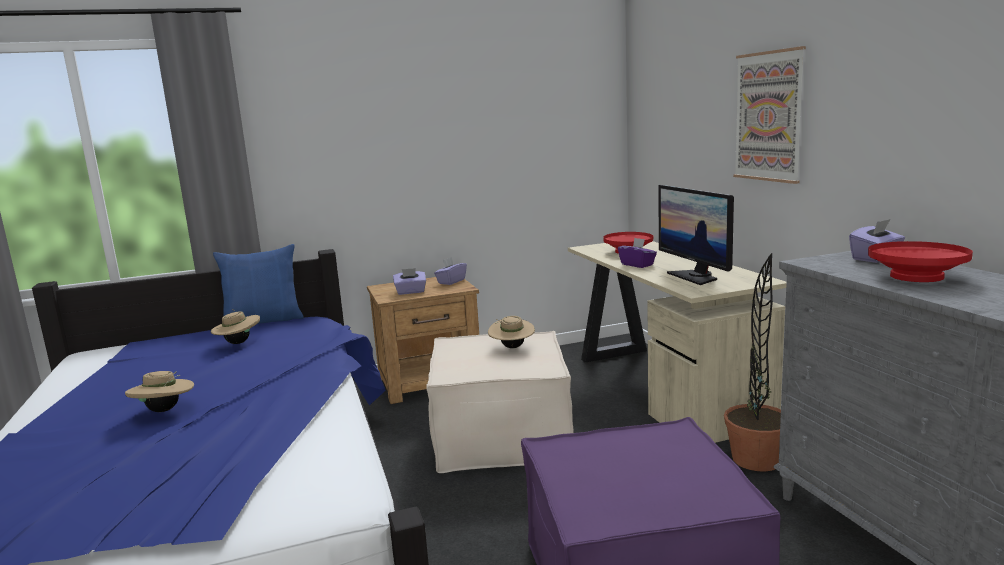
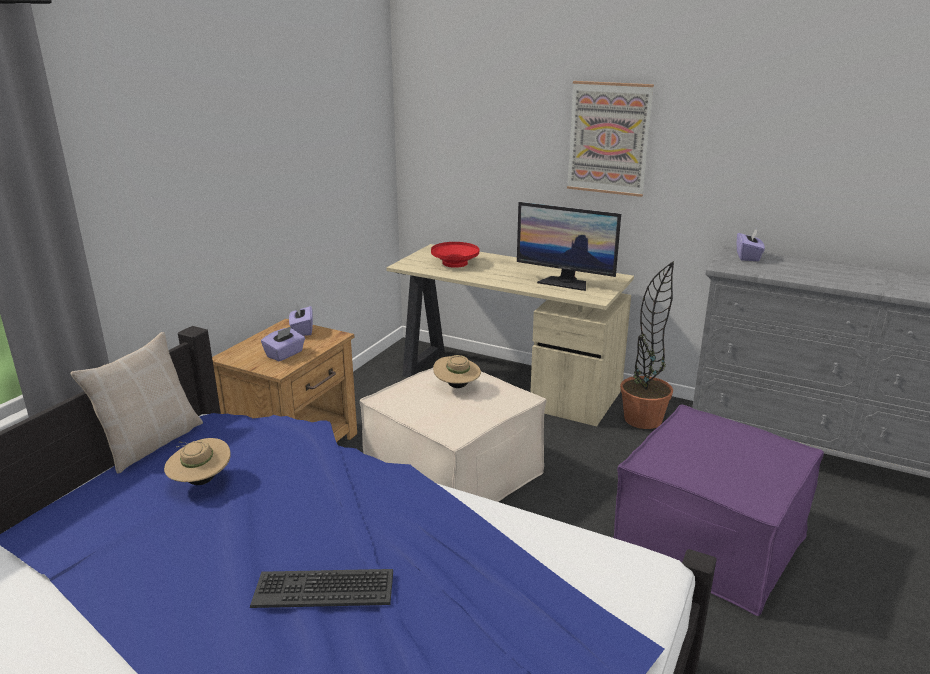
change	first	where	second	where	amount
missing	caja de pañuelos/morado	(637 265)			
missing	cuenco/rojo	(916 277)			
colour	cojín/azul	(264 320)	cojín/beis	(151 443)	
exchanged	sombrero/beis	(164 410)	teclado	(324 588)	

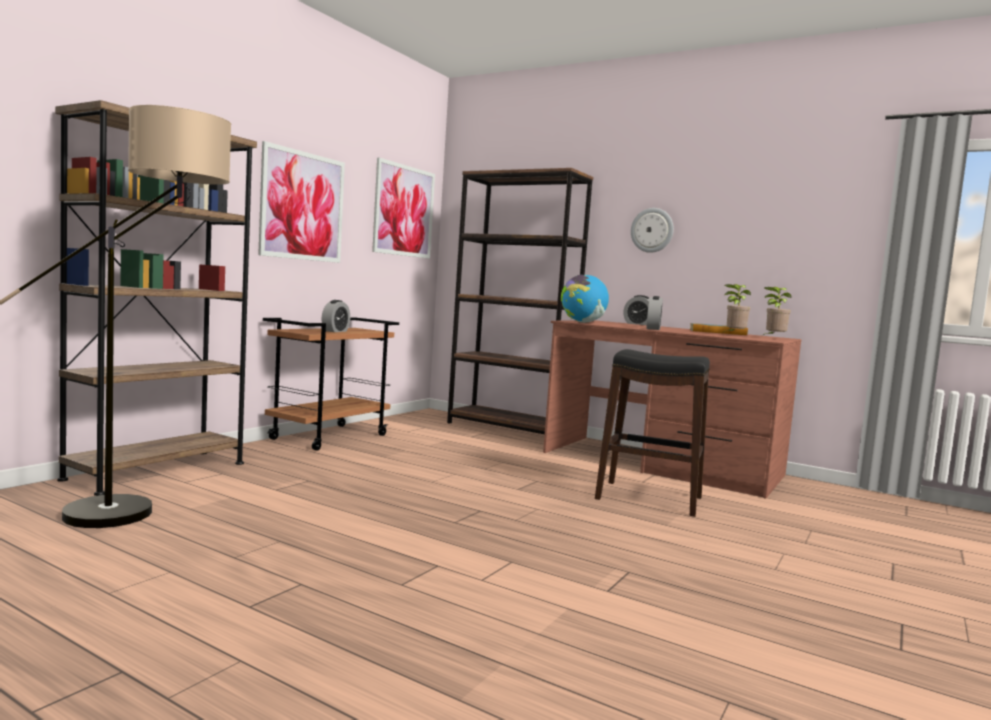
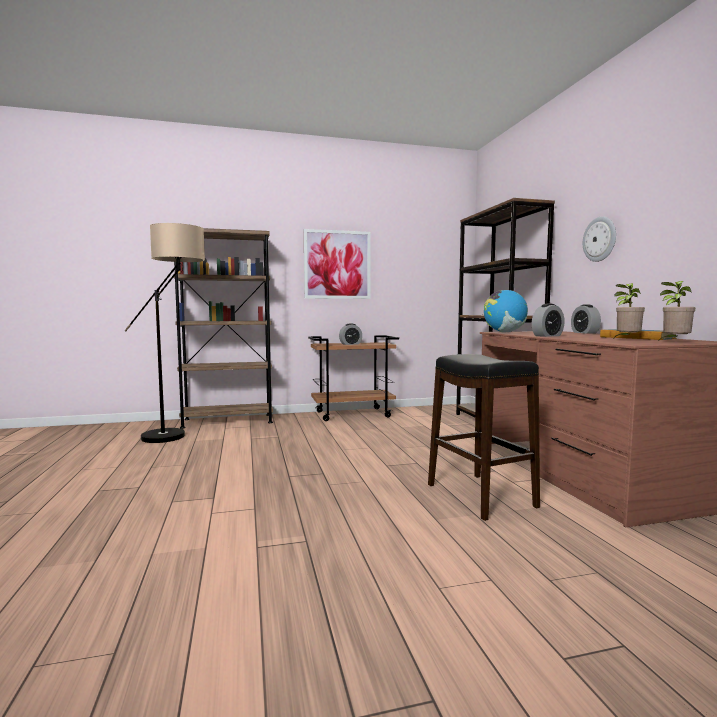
change	first	where	second	where	amount
missing	cuadro	(404 211)			

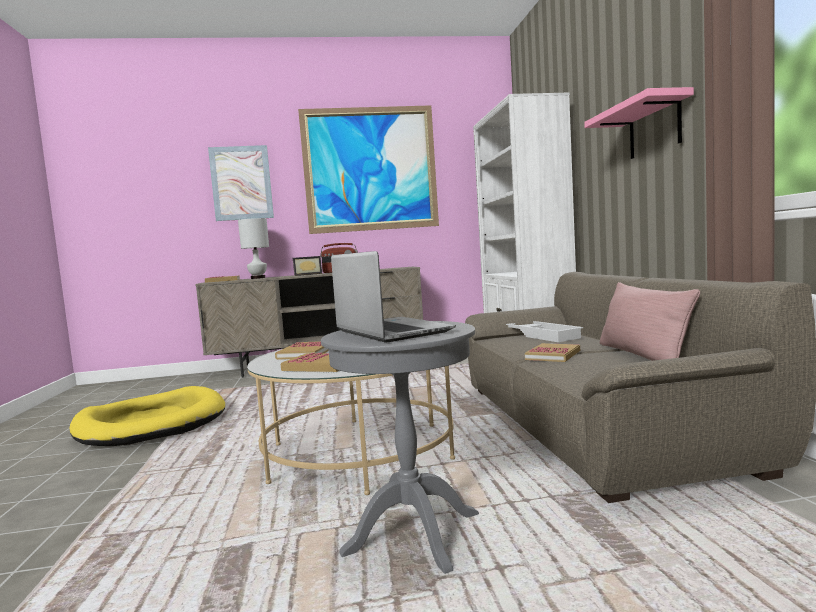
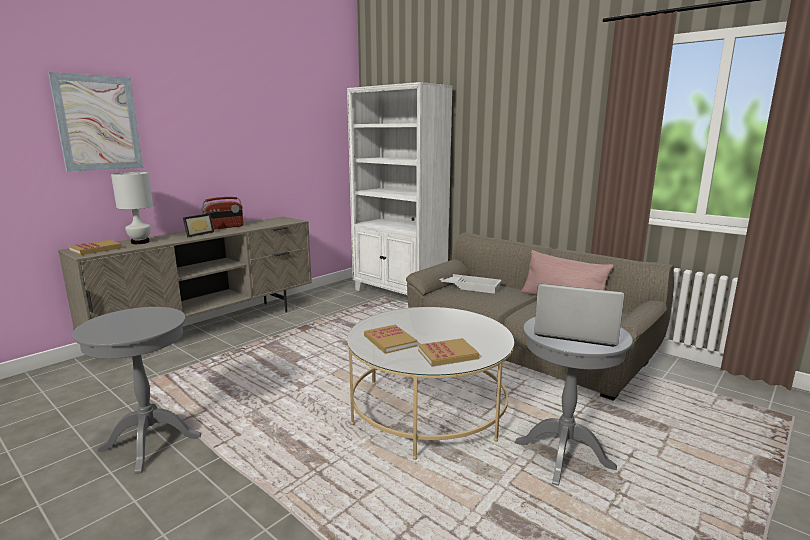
change	first	where	second	where	amount
missing	estante/rosa	(654 128)			
missing	cuadro	(370 169)			
missing	libro	(553 355)			
exchanged	cama para perro/amarillo	(151 423)	mesa auxiliar/gris	(150 443)	

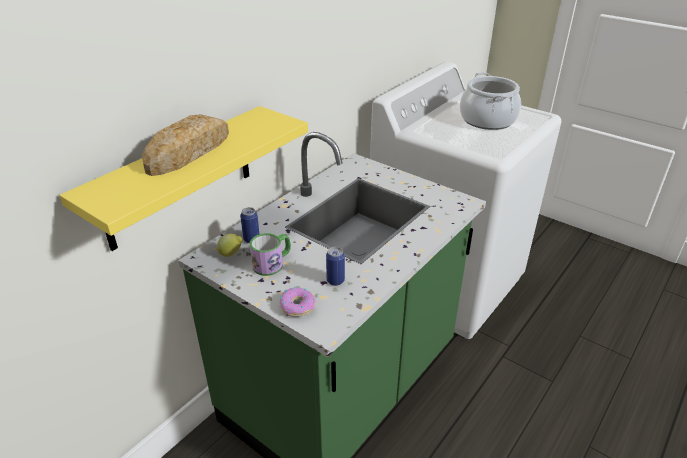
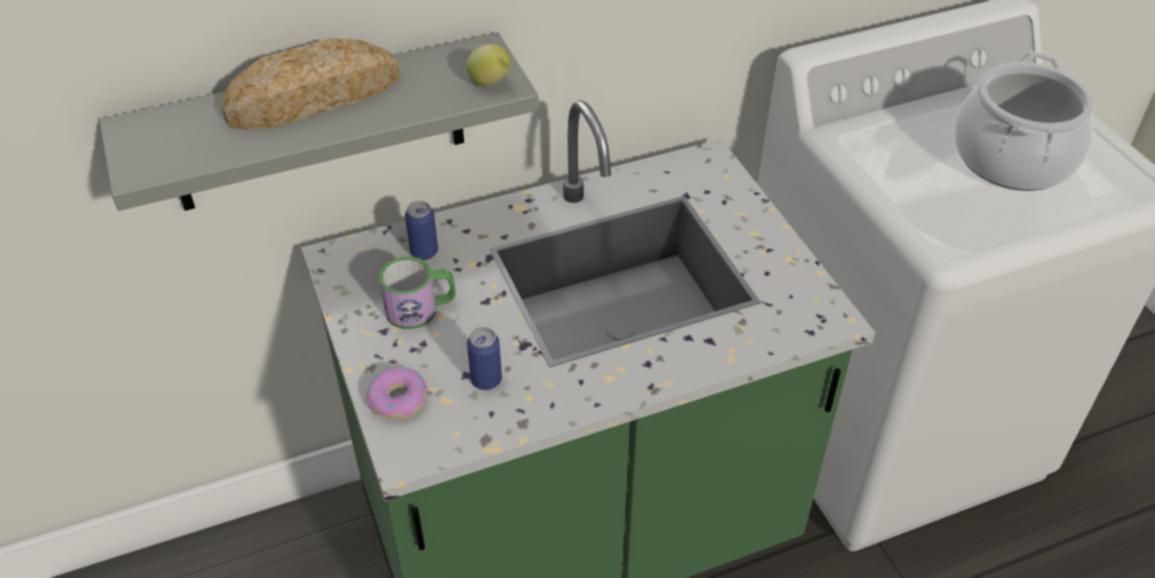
change	first	where	second	where	amount
colour	estante/amarillo	(179 177)	estante/gris	(318 125)	
relocated	limón	(231 254)		(491 83)	

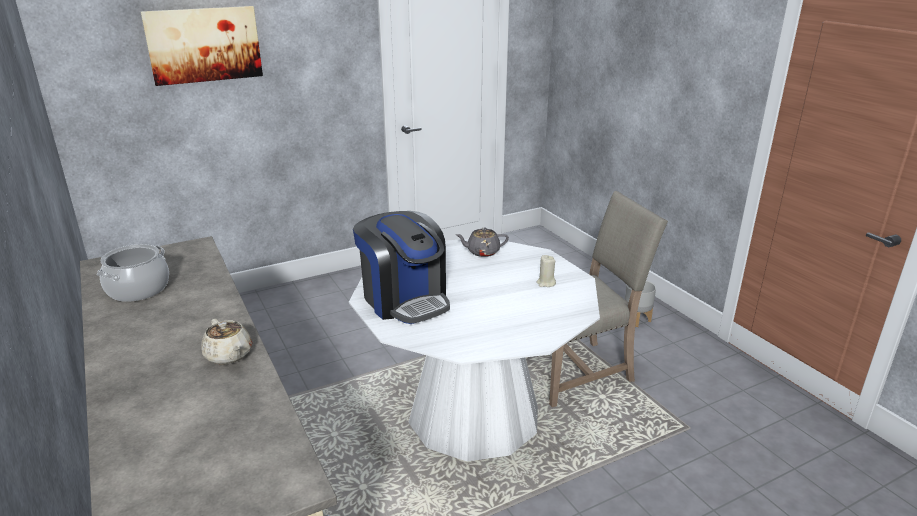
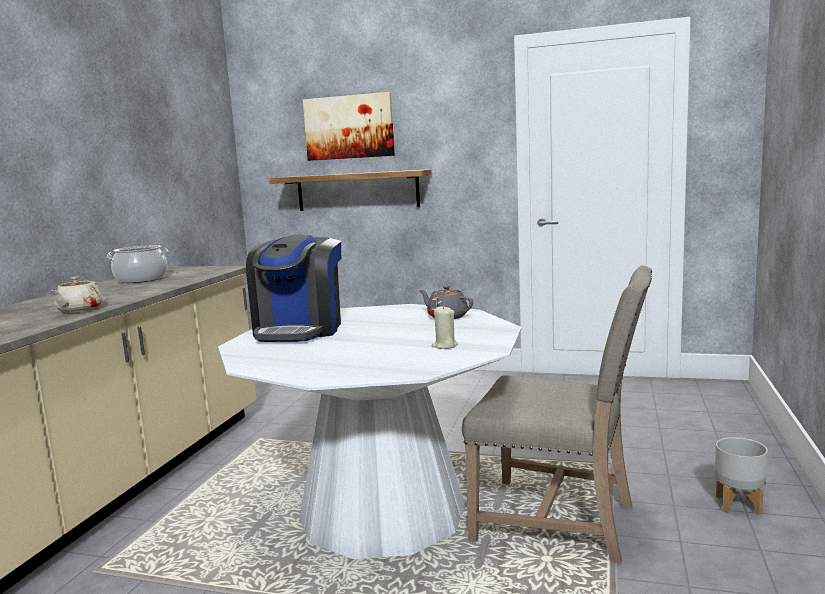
change	first	where	second	where	amount
appeared			estante	(357 191)	

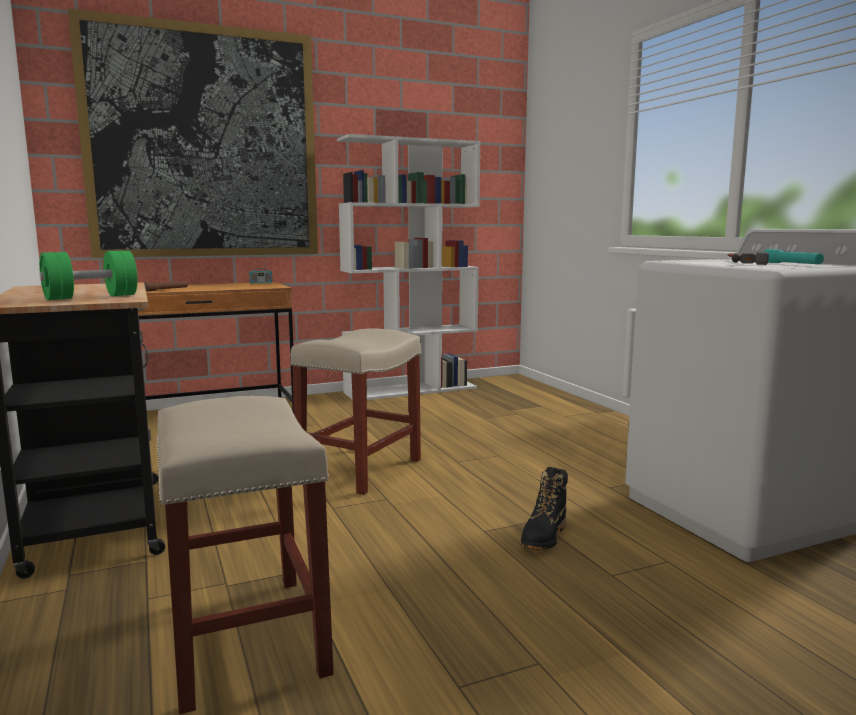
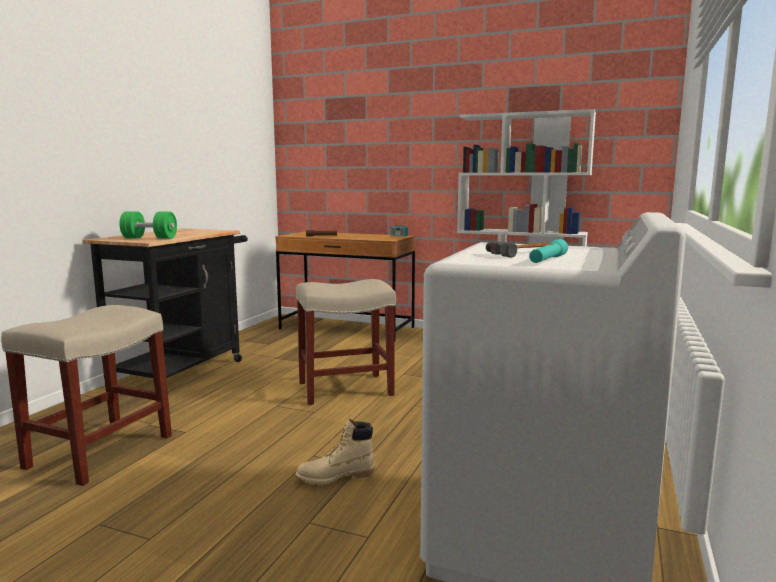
change	first	where	second	where	amount
missing	cuadro	(203 144)			
colour	bota/negro	(544 537)	bota/beis	(336 477)	

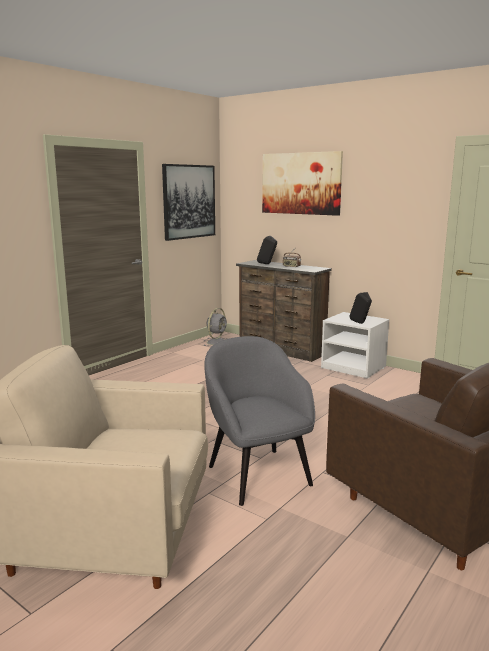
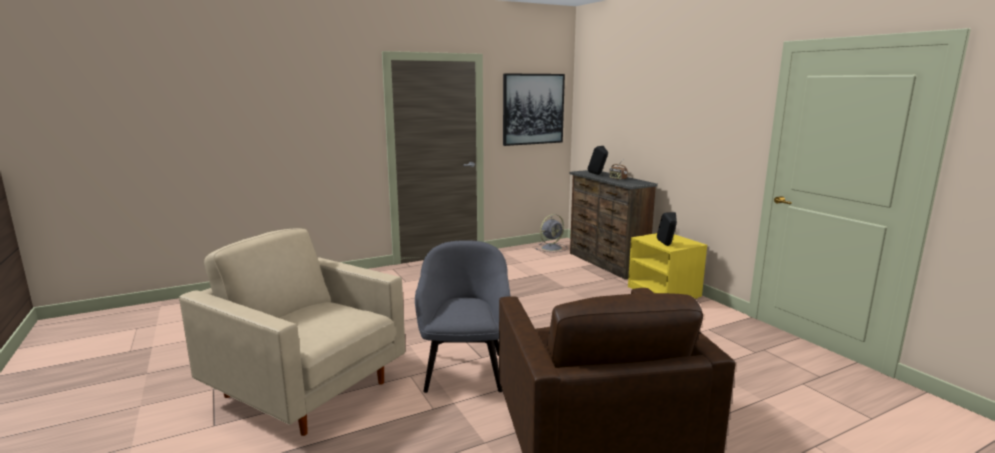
change	first	where	second	where	amount
missing	cuadro	(301 183)			
colour	mesita de noche/blanco	(354 367)	mesita de noche/amarillo	(664 292)	

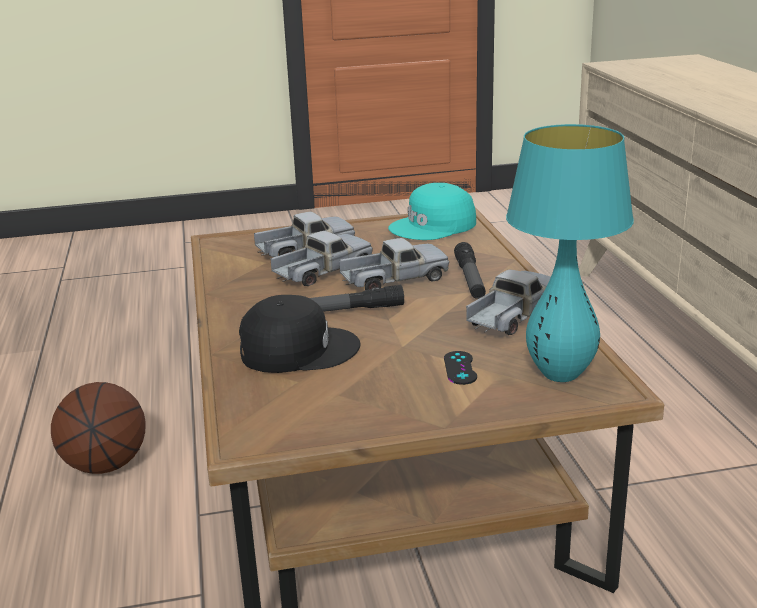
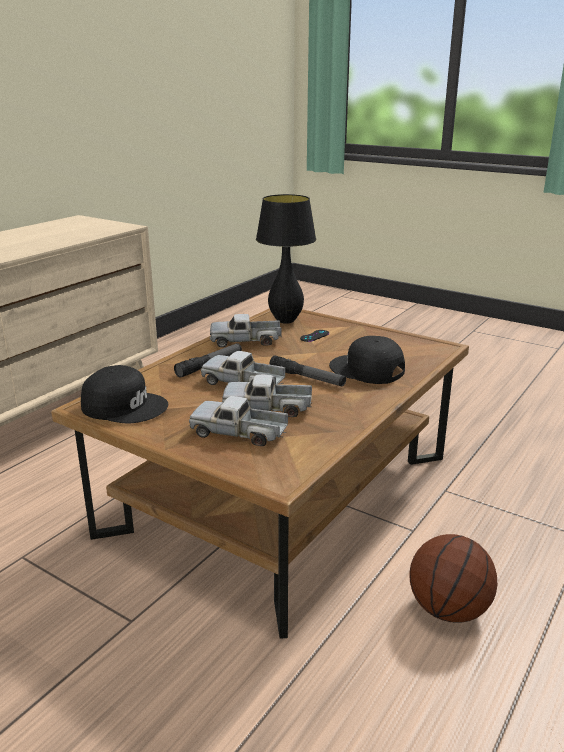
change	first	where	second	where	amount
colour	lámpara de mesa/turquesa	(560 375)	lámpara de mesa/negro	(286 321)	
colour	gorra/turquesa	(434 226)	gorra/negro	(125 406)	

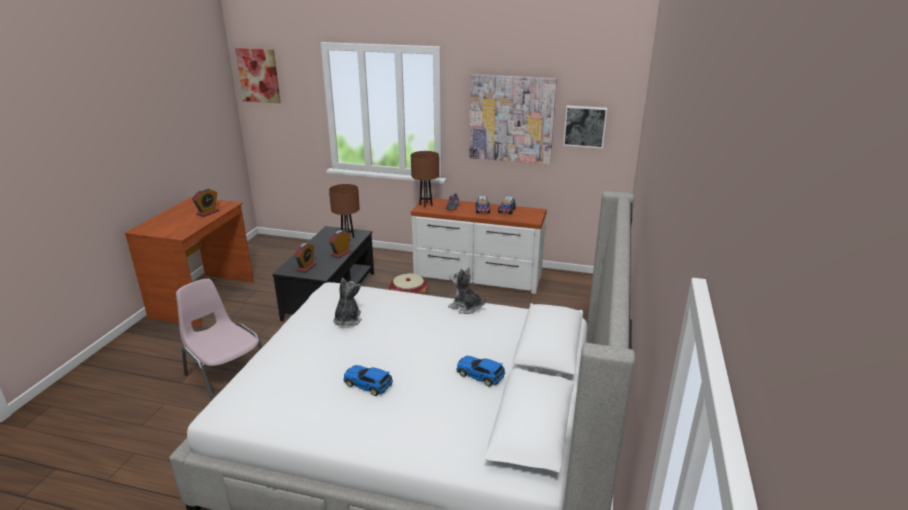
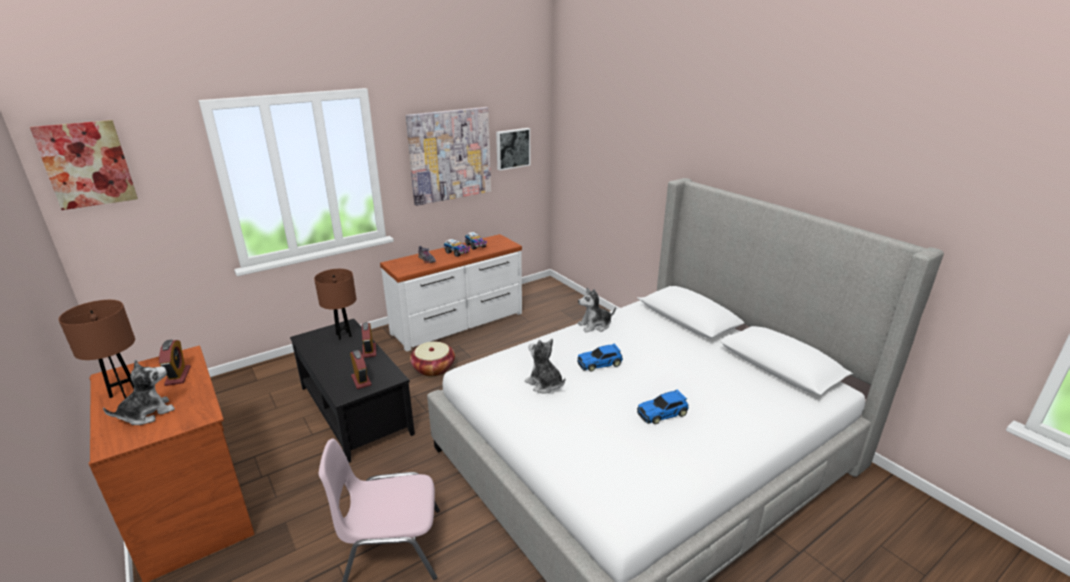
change	first	where	second	where	amount
relocated	lámpara de mesa/marrón	(425 205)		(123 393)	
relocated	coche de juguete	(481 375)		(600 363)	
appeared			peluche	(147 413)	

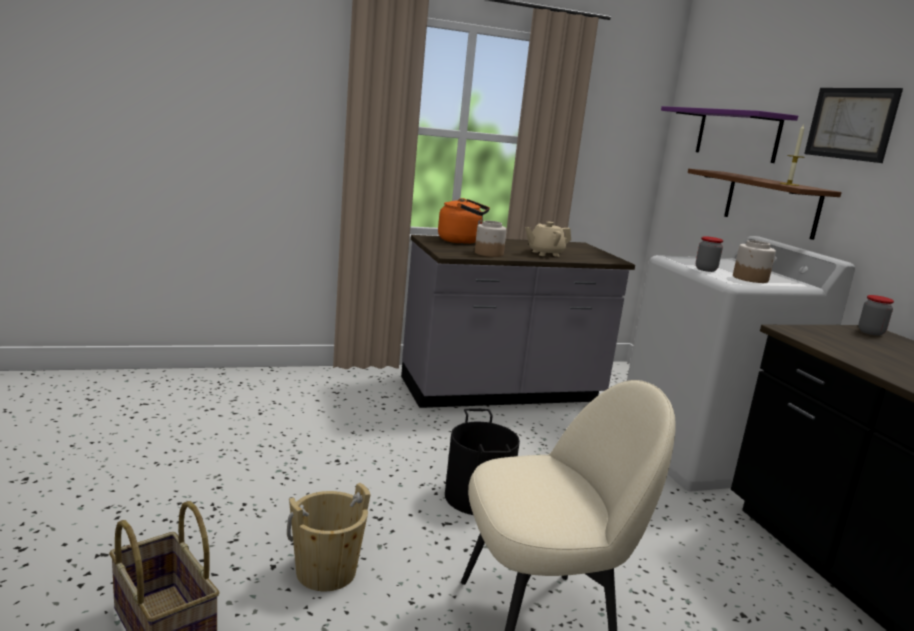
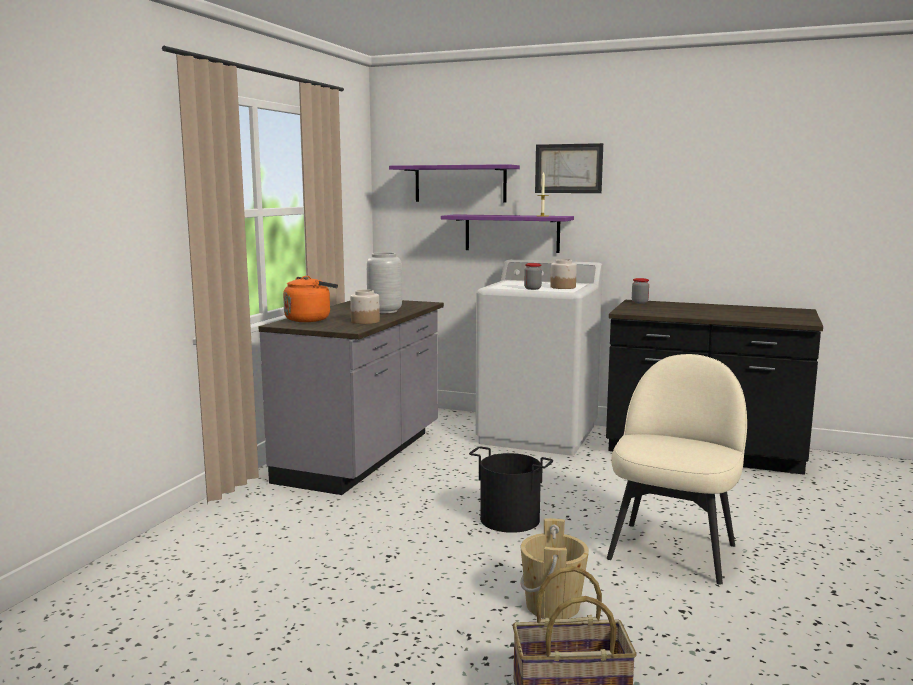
change	first	where	second	where	amount
colour	estante/marrón	(771 204)	estante/morado	(512 233)	
exchanged	tetera/beis	(545 253)	florero/gris	(384 311)	

